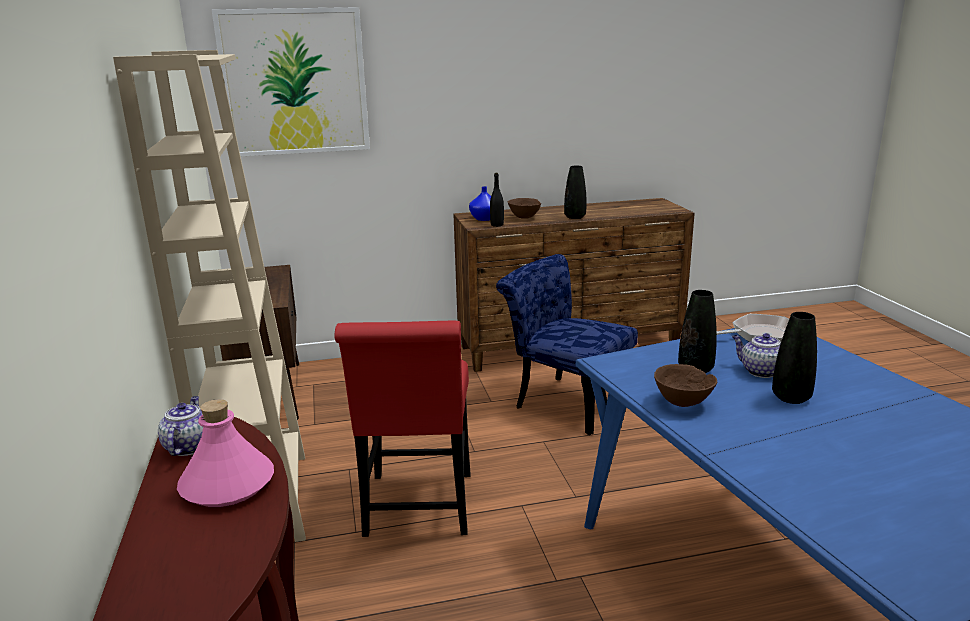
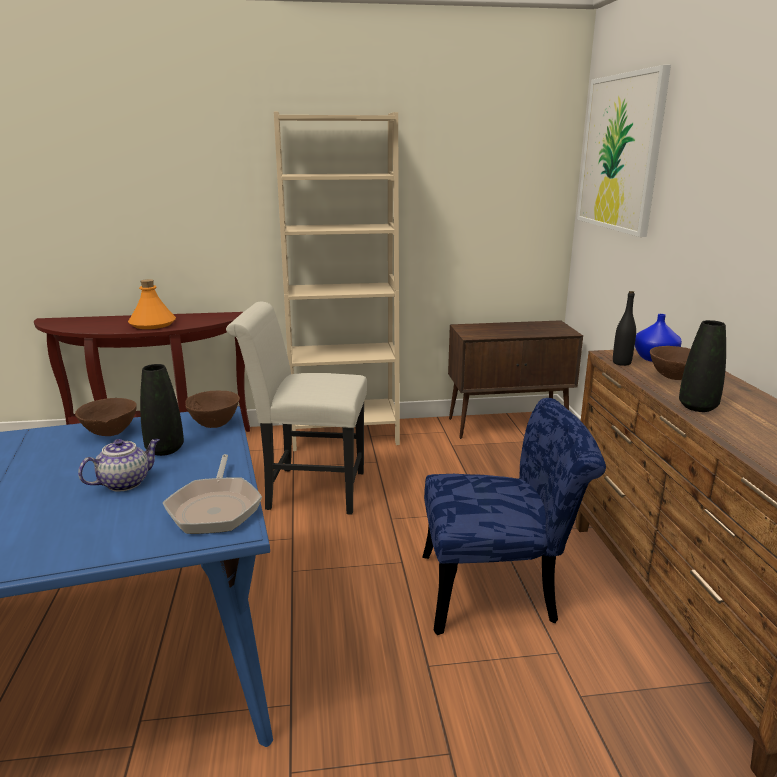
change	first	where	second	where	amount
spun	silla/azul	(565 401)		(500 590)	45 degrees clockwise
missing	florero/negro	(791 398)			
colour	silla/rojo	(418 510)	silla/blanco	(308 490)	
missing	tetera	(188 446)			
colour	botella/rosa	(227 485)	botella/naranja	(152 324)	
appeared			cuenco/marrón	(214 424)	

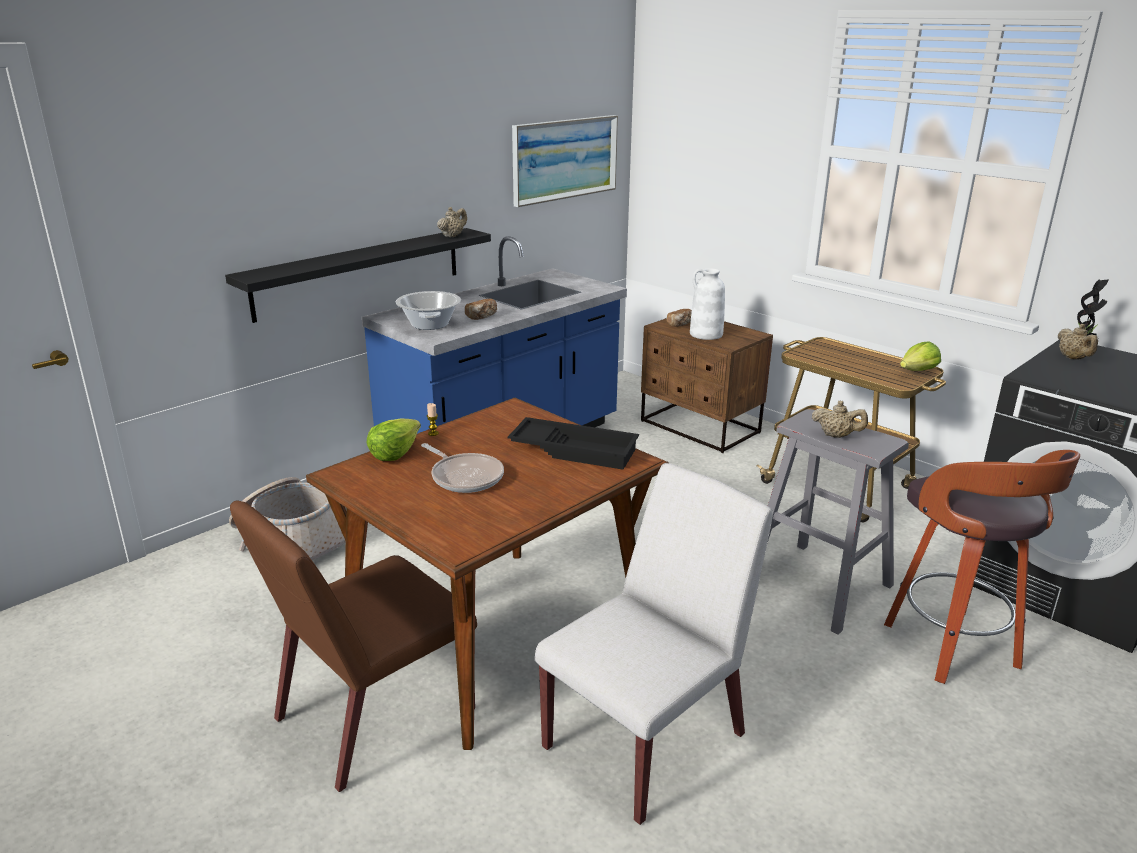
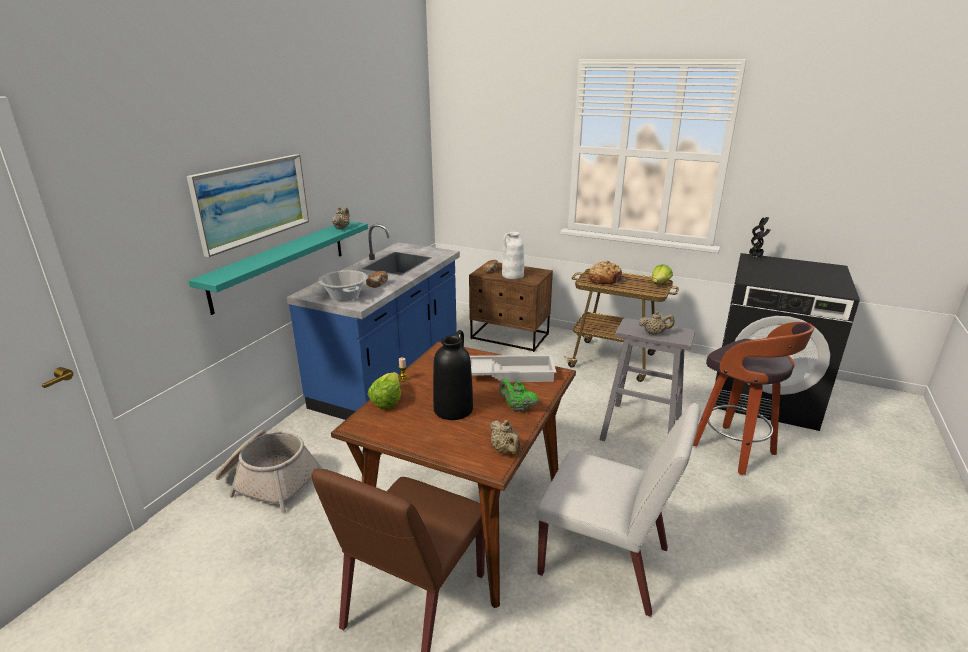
change	first	where	second	where	amount
relocated	cuadro	(565 159)		(253 201)	
colour	estante/negro	(360 272)	estante/turquesa	(281 263)	
relocated	tetera/beis	(1073 358)		(505 450)	
colour	bandeja/negro	(575 450)	bandeja/blanco	(511 373)	
exchanged	sartén	(465 477)	florero/negro	(453 409)	
spun	silla/blanco	(646 739)		(606 562)	90 degrees clockwise
appeared			pan	(604 280)	
appeared			tetera/verde	(517 407)	

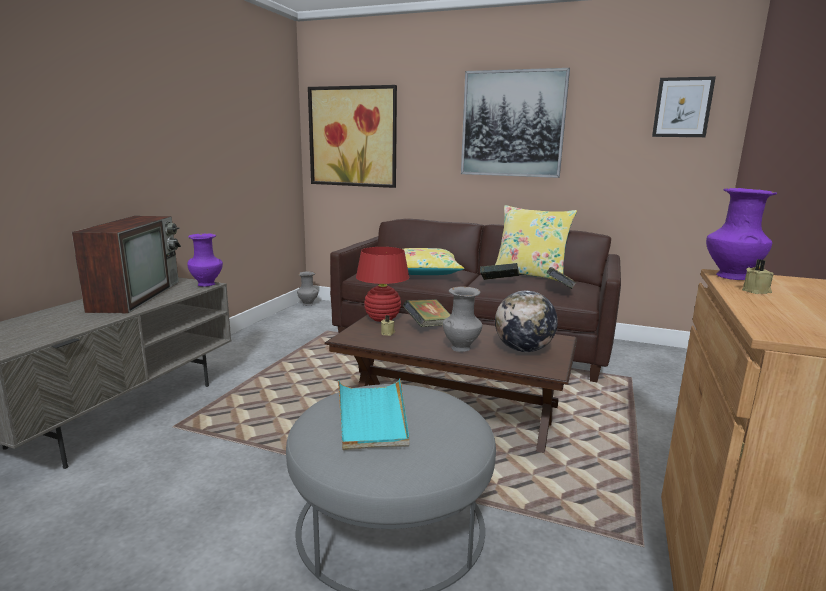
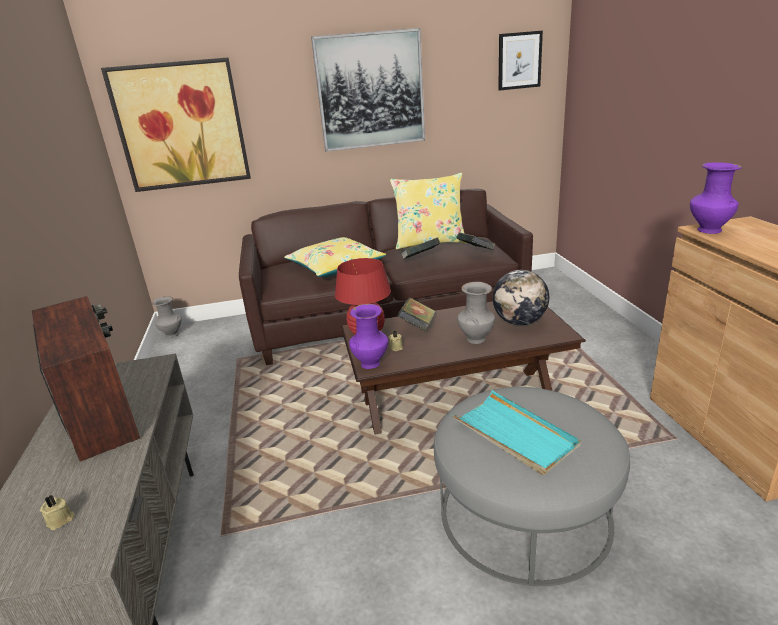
change	first	where	second	where	amount
relocated	florero/morado	(207 284)		(371 363)	
relocated	vela/beis	(756 291)		(61 520)	

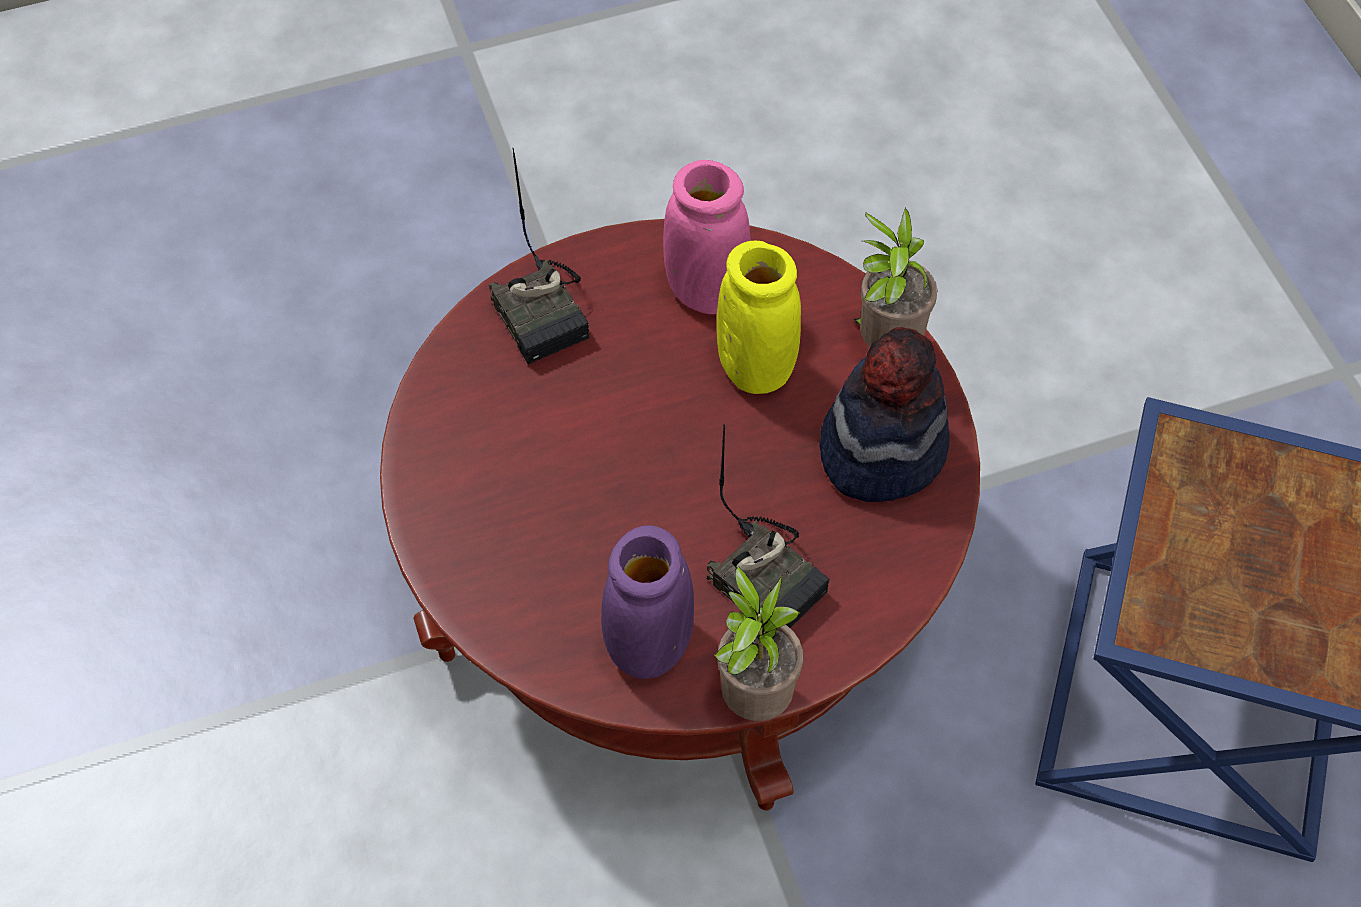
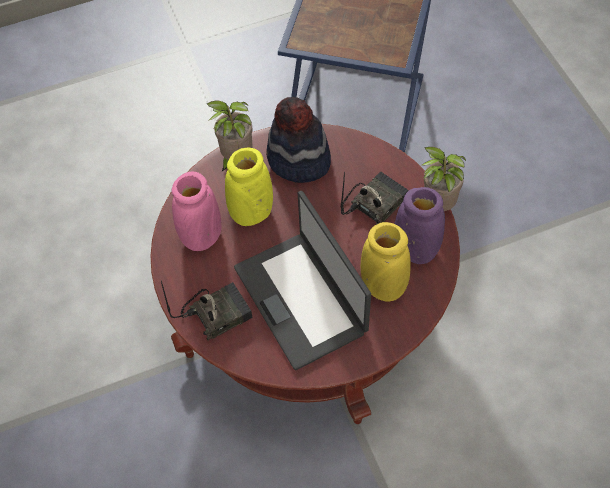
change	first	where	second	where	amount
appeared			portátil	(301 299)	
appeared			florero/amarillo	(383 286)	

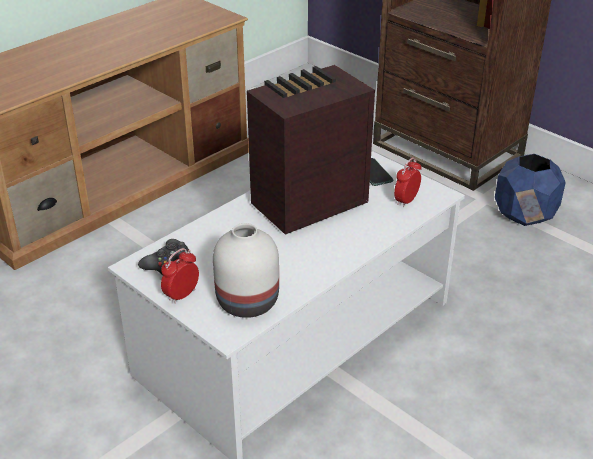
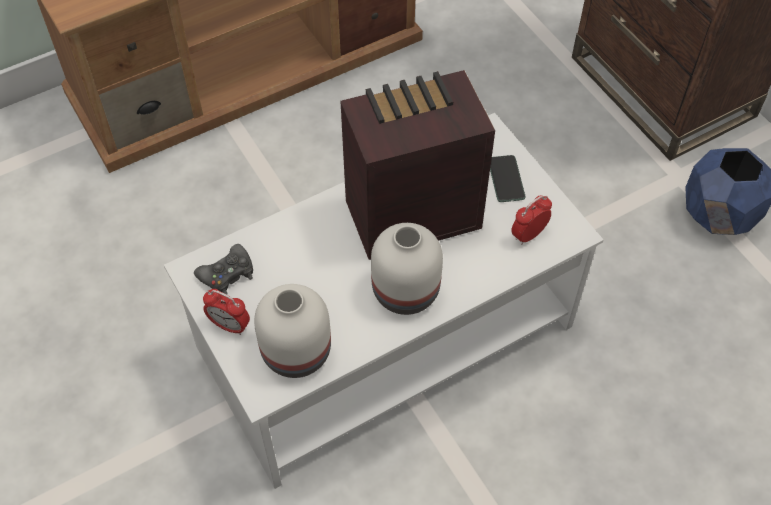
change	first	where	second	where	amount
spun	despertador	(181 295)		(229 325)	120 degrees counterclockwise
appeared			florero/blanco	(406 289)	

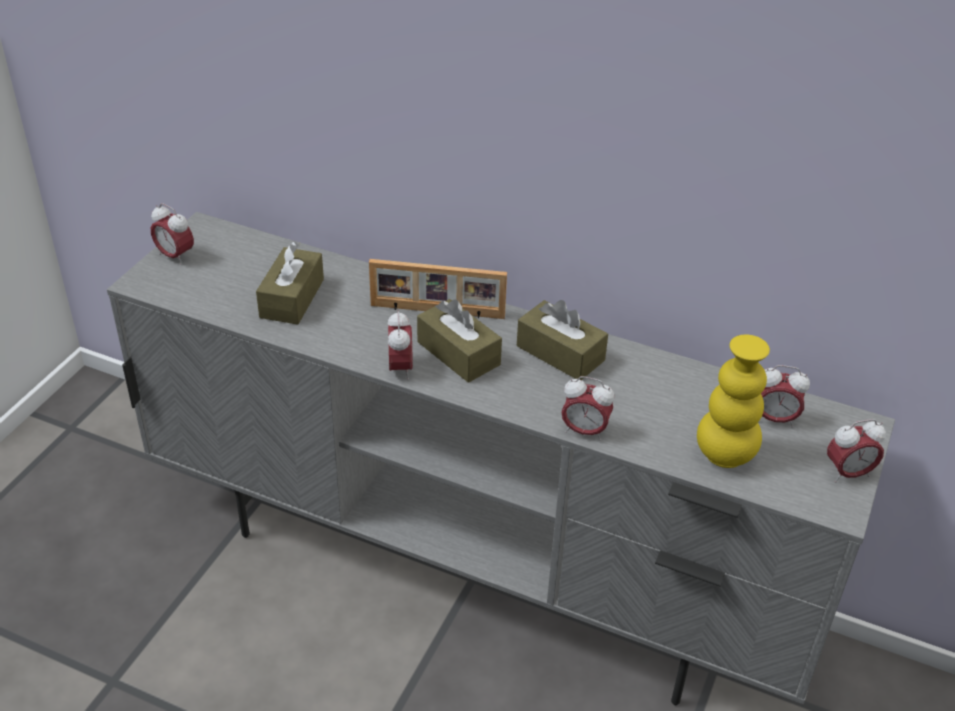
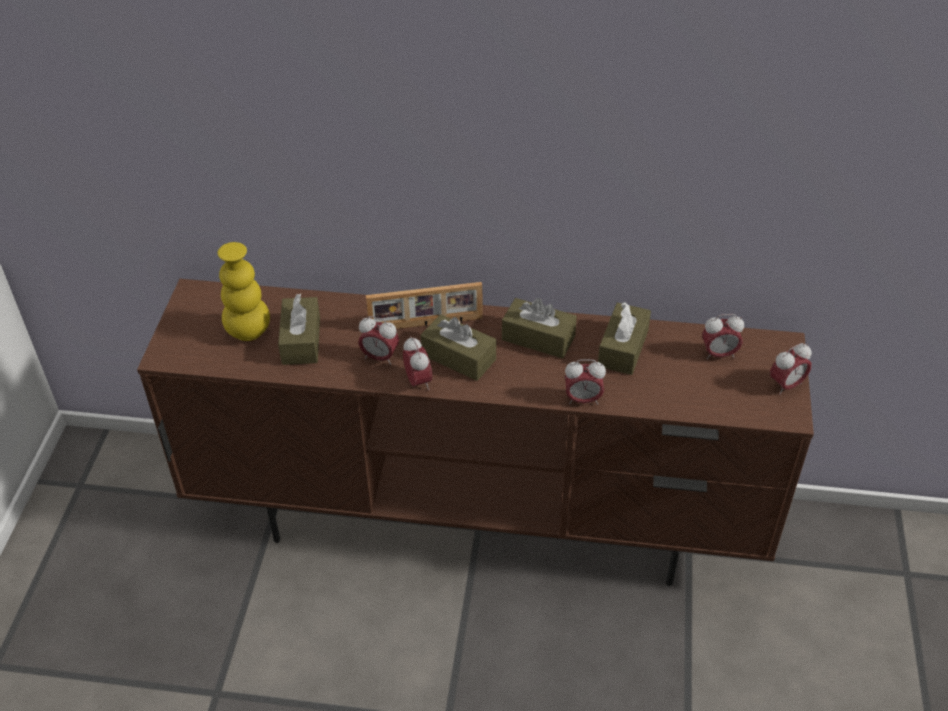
change	first	where	second	where	amount
relocated	despertador	(175 256)		(380 357)	
colour	mueble de televisión/gris	(476 571)	mueble de televisión/marrón	(479 521)	
relocated	florero/amarillo	(724 455)		(248 332)	
appeared			caja de pañuelos/marrón	(623 348)	

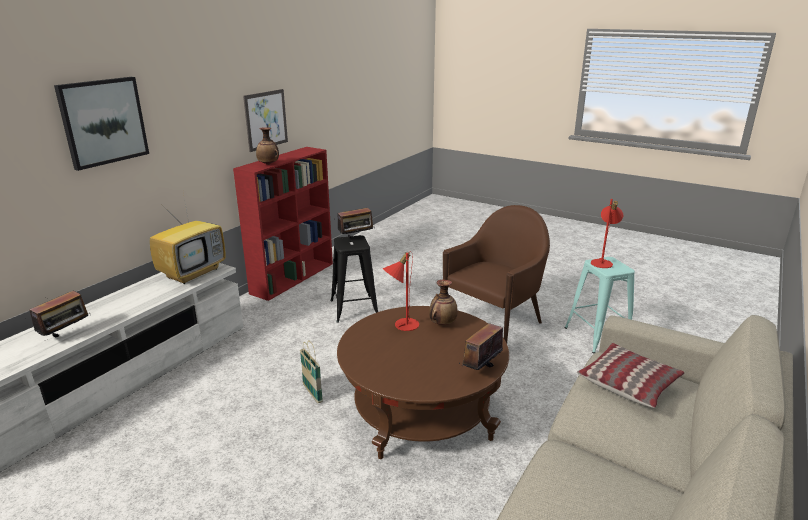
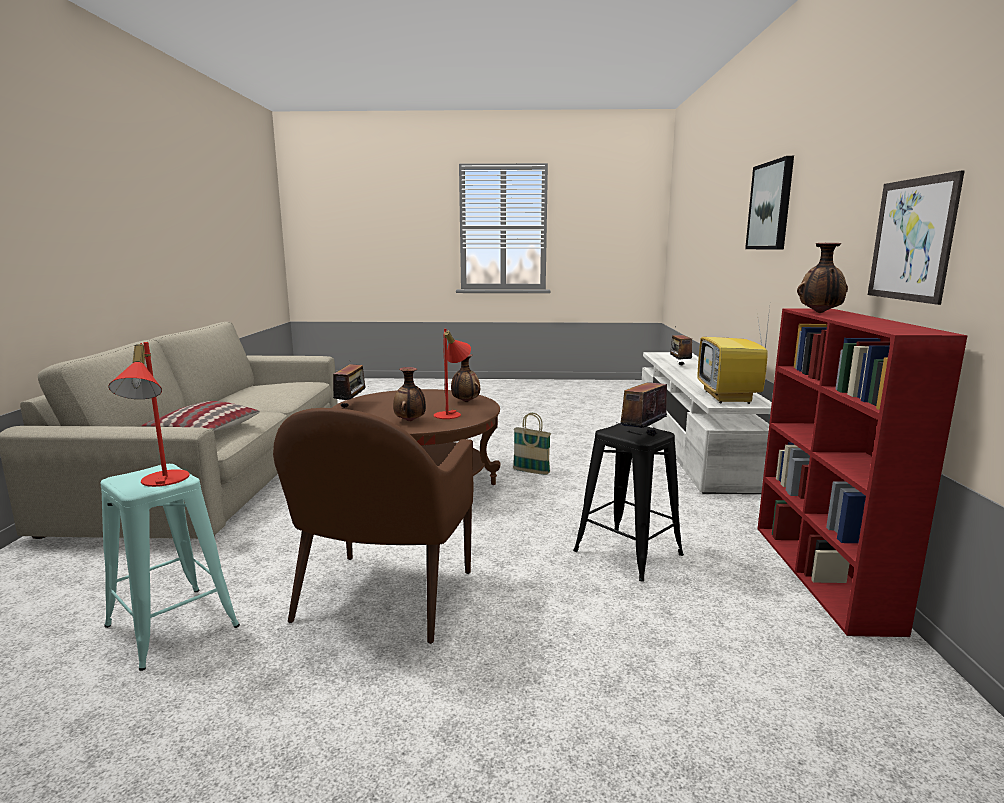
change	first	where	second	where	amount
appeared			florero	(465 402)	

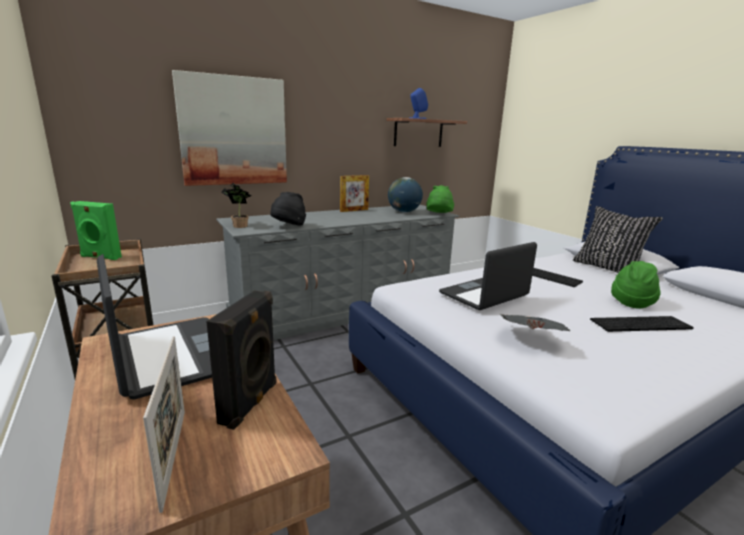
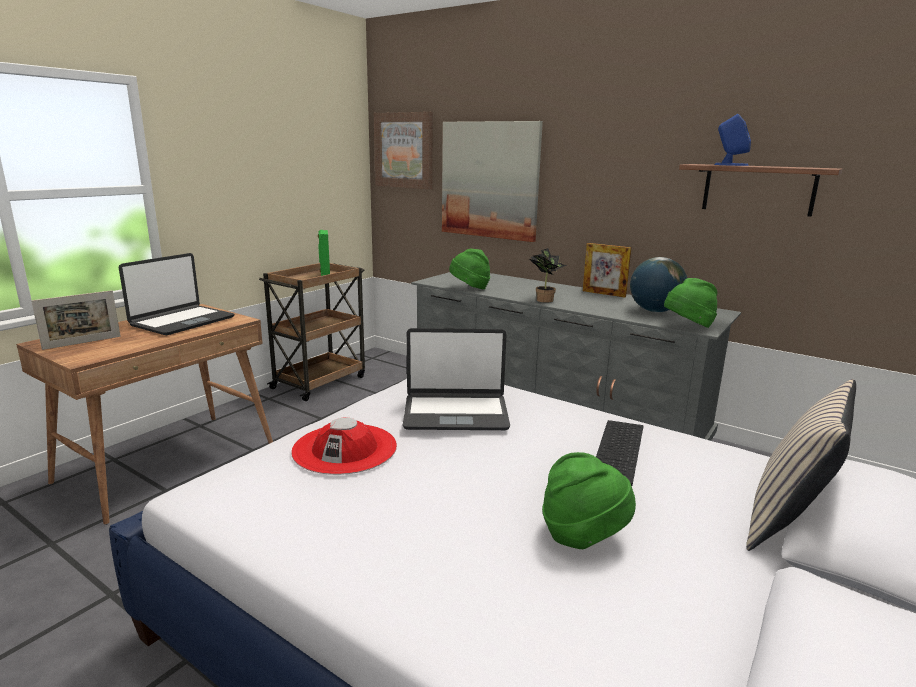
change	first	where	second	where	amount
relocated	planta en maceta	(238 226)		(544 299)	
colour	sombrero/negro	(288 227)	sombrero/verde	(470 288)	
colour	cojín/negro	(608 269)	cojín/beis	(789 520)	
spun	portátil	(484 295)		(455 413)	150 degrees clockwise
missing	altavoz/negro	(251 403)			
exchanged	periódico	(531 339)	sombrero/rojo	(345 448)	
missing	teclado	(641 325)			
appeared			cuadro	(404 150)	

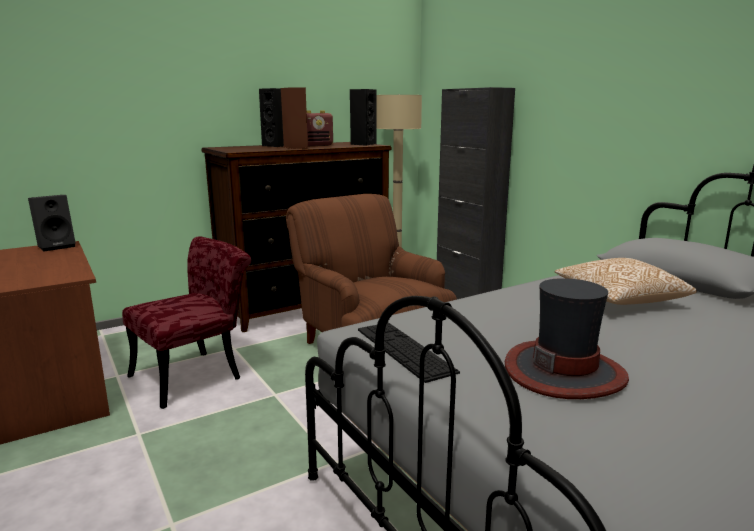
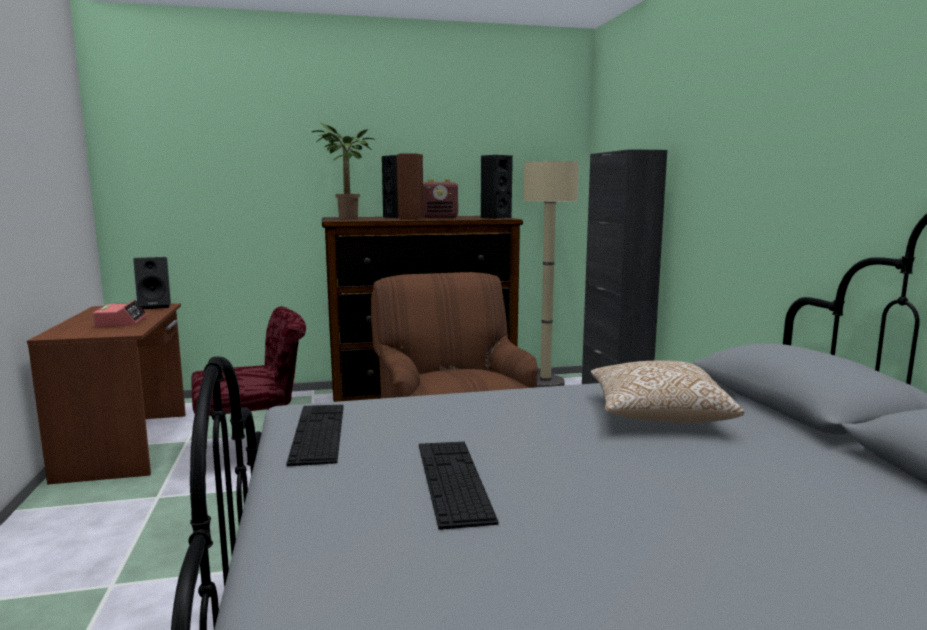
change	first	where	second	where	amount
exchanged	sombrero	(564 371)	teclado	(453 480)	
appeared			planta en maceta	(345 218)	
appeared			despertador	(121 322)	

